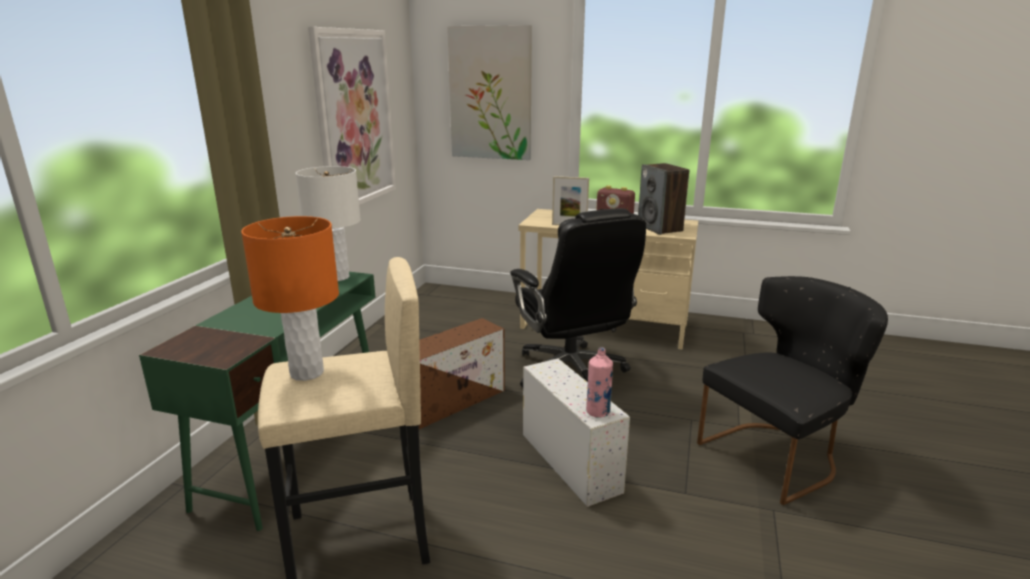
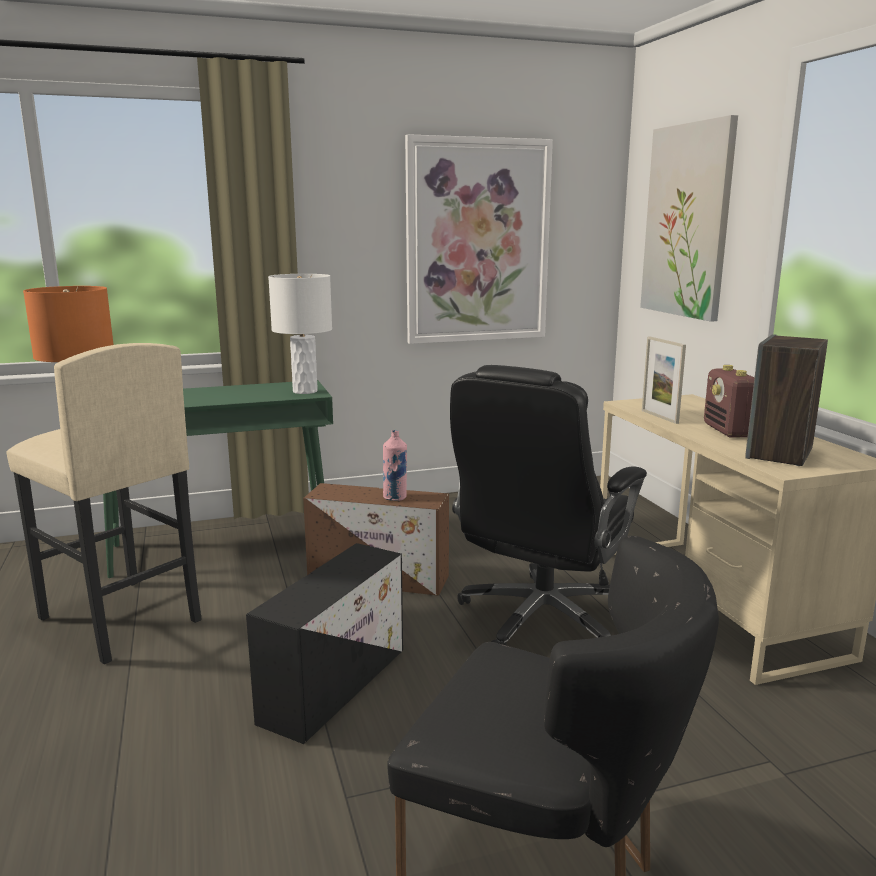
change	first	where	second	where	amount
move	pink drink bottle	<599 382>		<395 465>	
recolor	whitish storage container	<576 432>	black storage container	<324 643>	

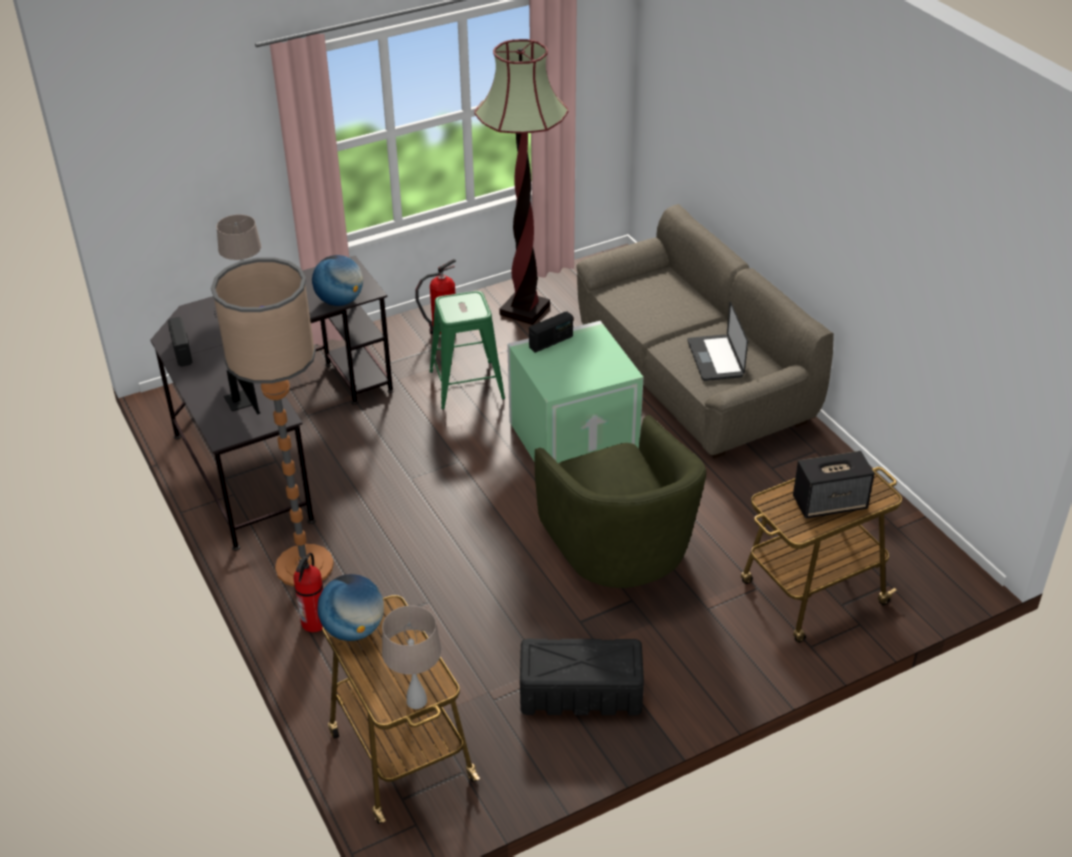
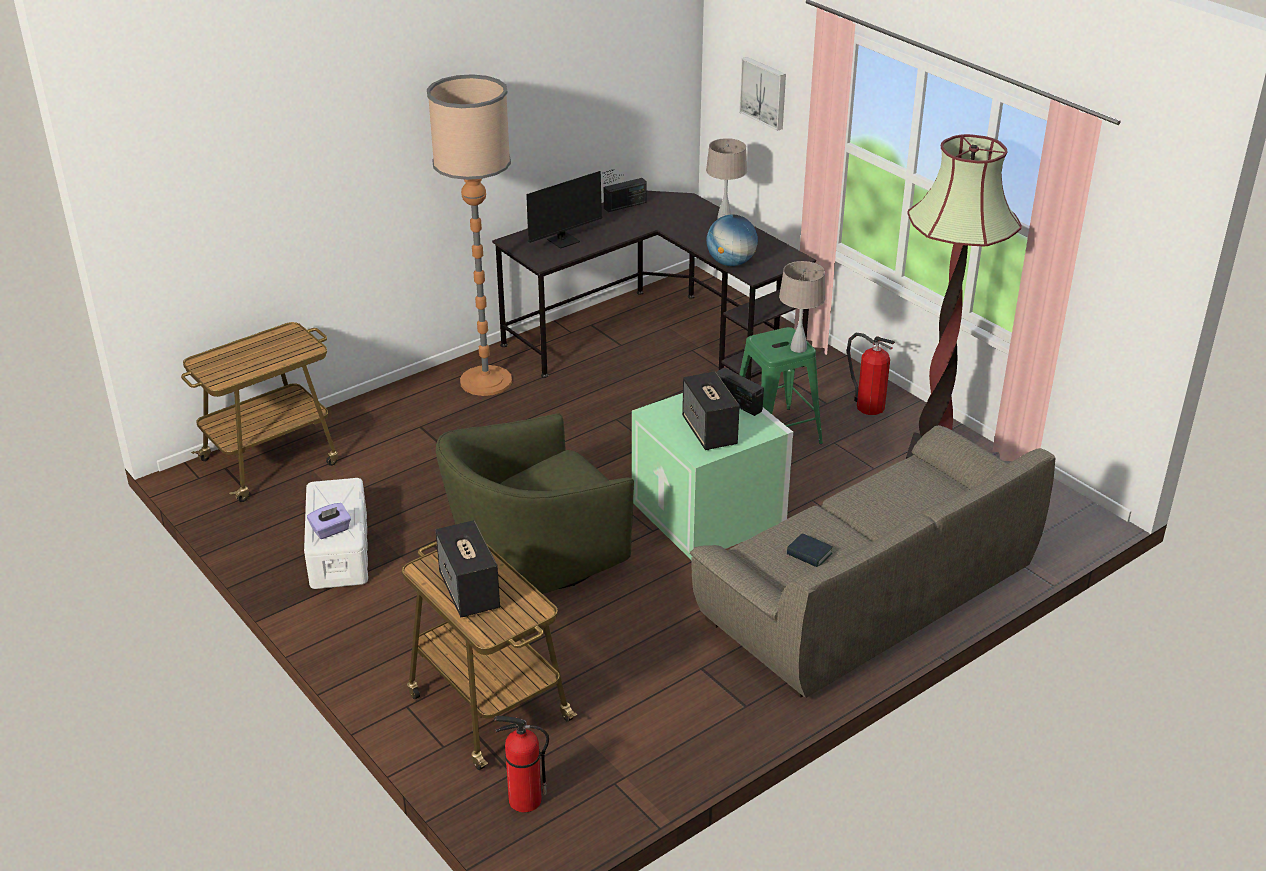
change	first	where	second	where	amount
replace	laptop	<717 341>	bound book	<810 550>	
move	fire extinguisher	<308 592>		<521 764>	
delete	globe	<350 607>			
move	beige lamp for a table	<412 657>		<802 307>	
recolor	black storage container	<582 677>	whitish storage container	<336 533>	
insert			picture	<762 94>	
insert			speaker	<711 410>	
insert			purplish box of tissues	<329 521>	

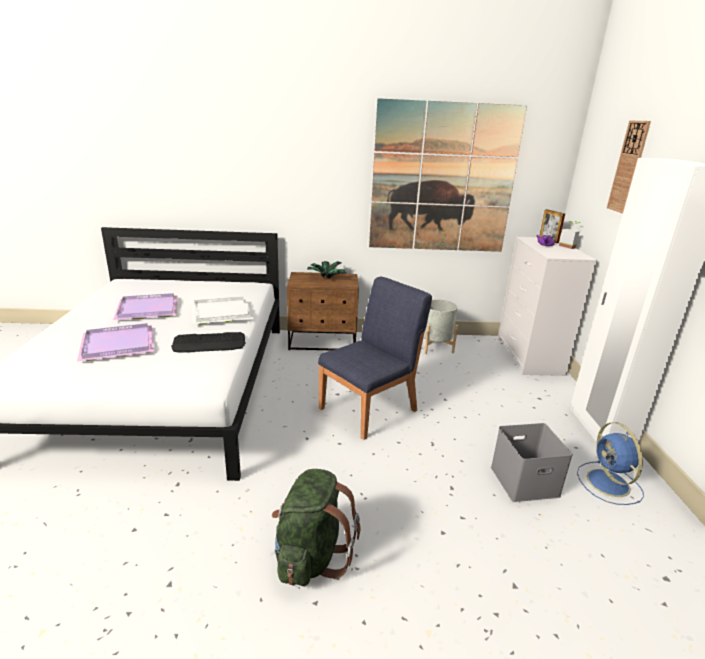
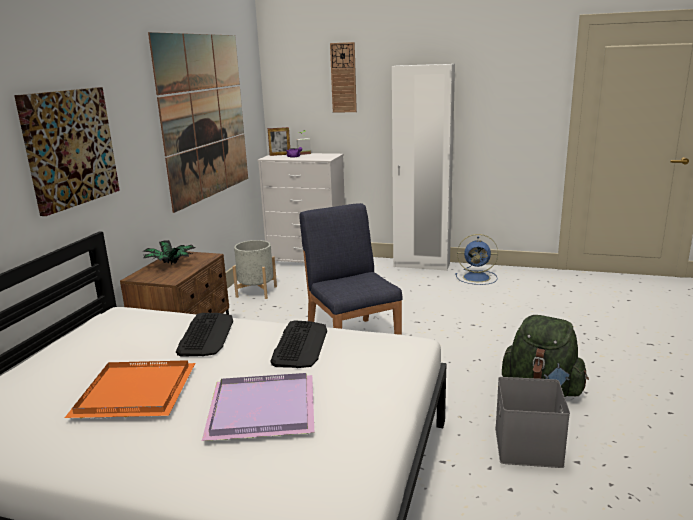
change	first	where	second	where	amount
recolor	purplish serving tray	<145 306>	orange-coloured serving tray	<130 389>	
replace	whitish serving tray	<222 311>	PC keyboard	<204 335>	
move	gray storage container	<532 462>		<532 422>	
insert			picture	<67 151>	

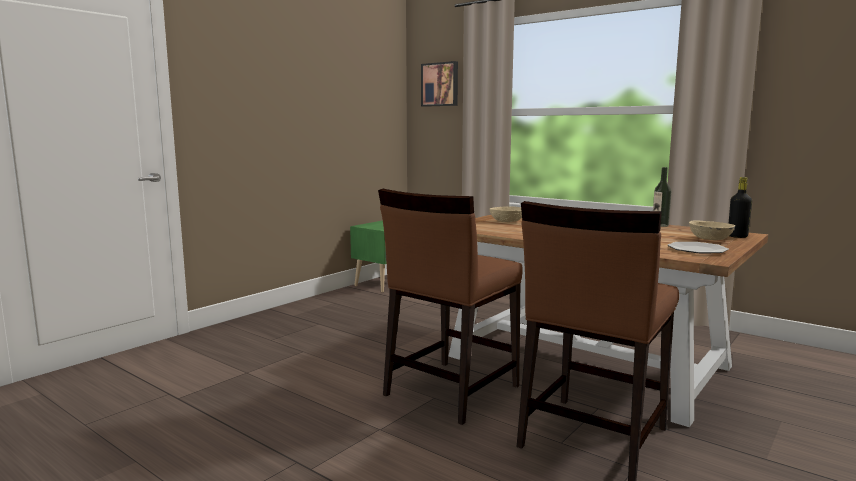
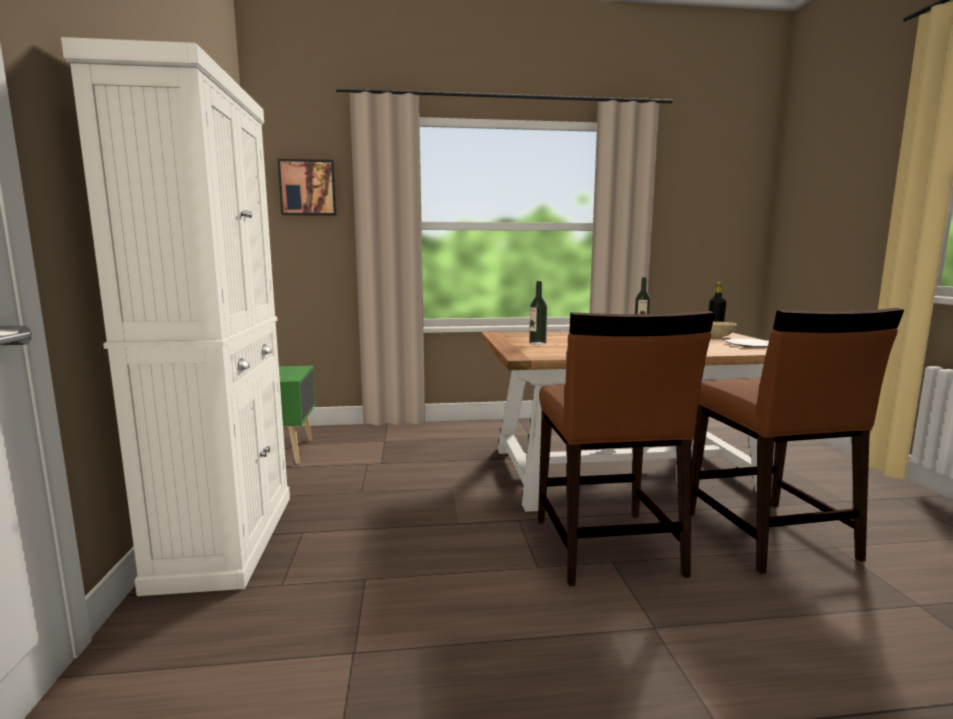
change	first	where	second	where	amount
replace	beige bowl	<505 214>	drink bottle	<538 313>	
insert			whitish storage cabinet	<175 316>	

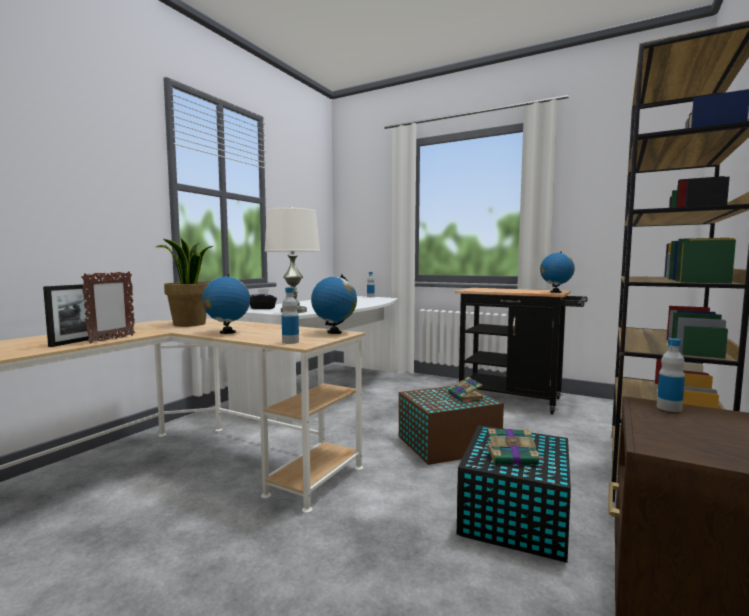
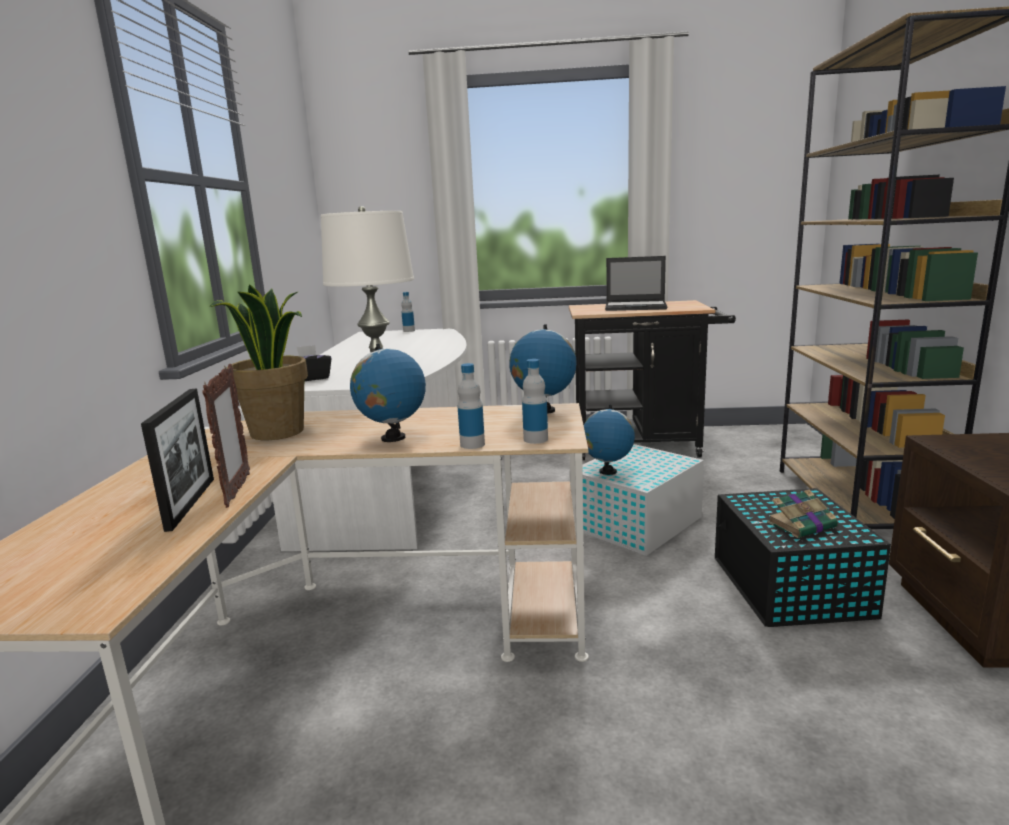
change	first	where	second	where	amount
move	globe	<557 272>		<609 440>	
move	drink bottle	<671 375>		<471 406>	
delete	bound book	<466 390>			
recolor	brown storage container	<451 425>	whitish storage container	<636 500>	
insert			laptop	<636 283>	

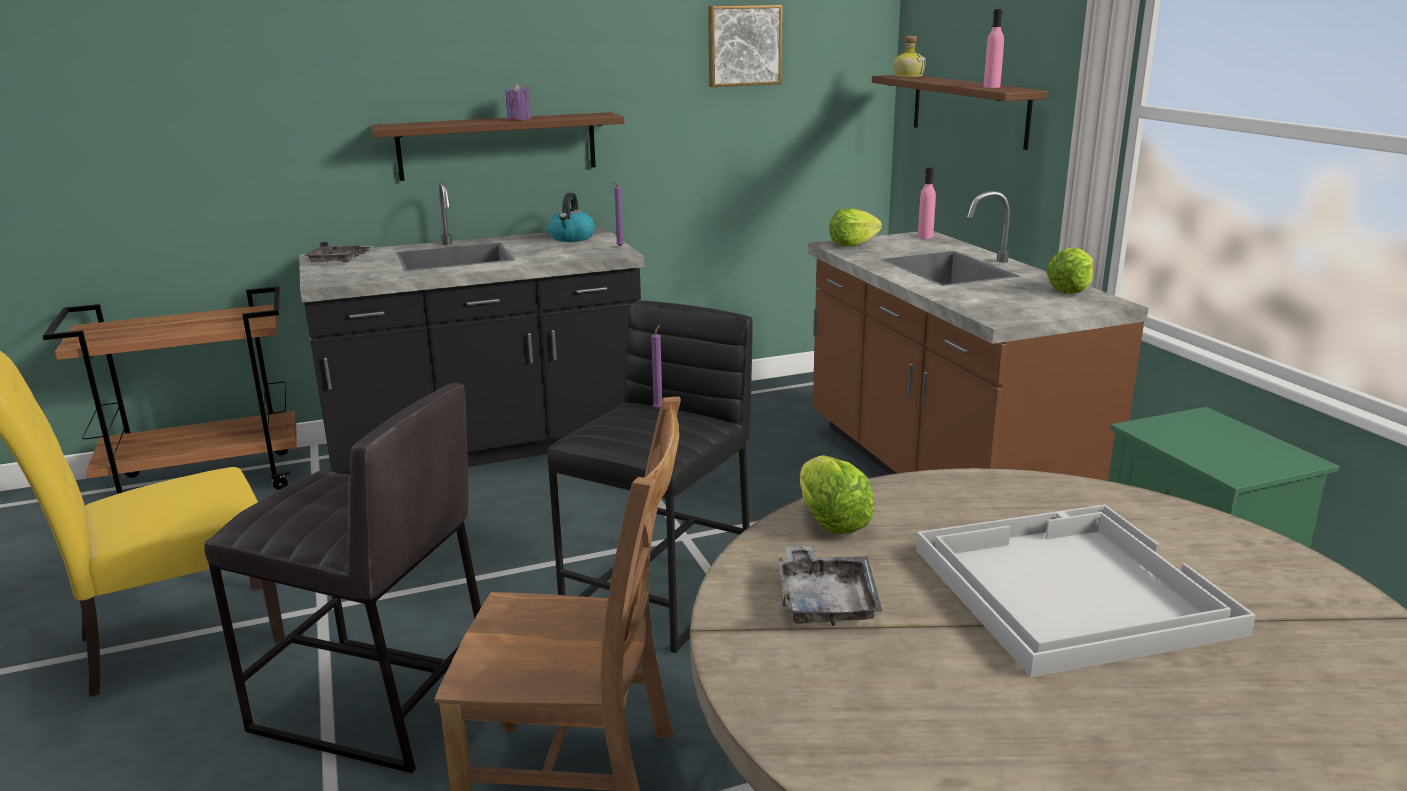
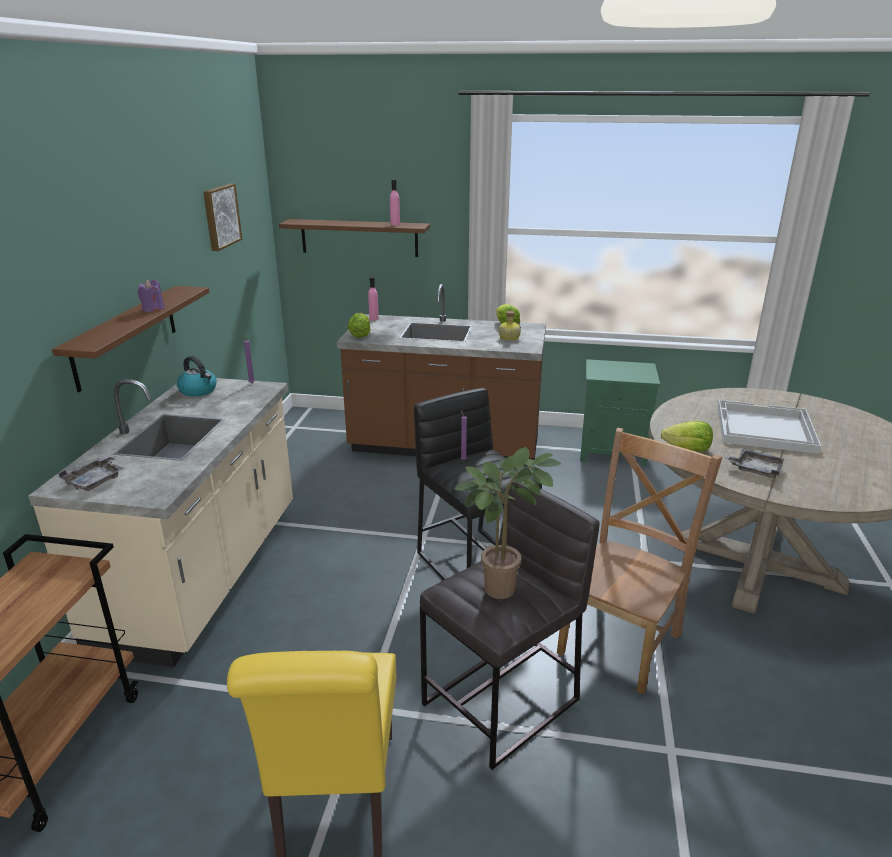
change	first	where	second	where	amount
move	drink bottle	<909 56>		<510 326>	
recolor	black counter	<471 328>	beige counter	<160 522>	
insert			potted plant	<508 523>	

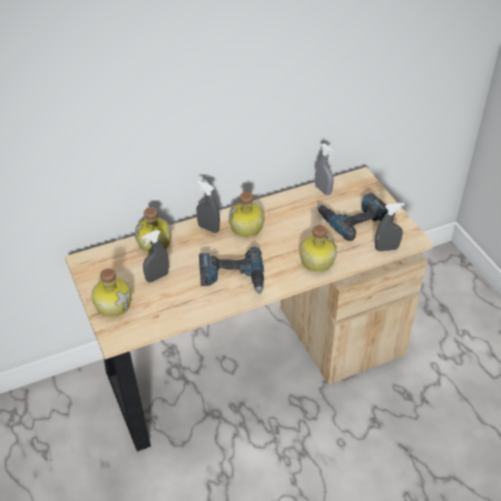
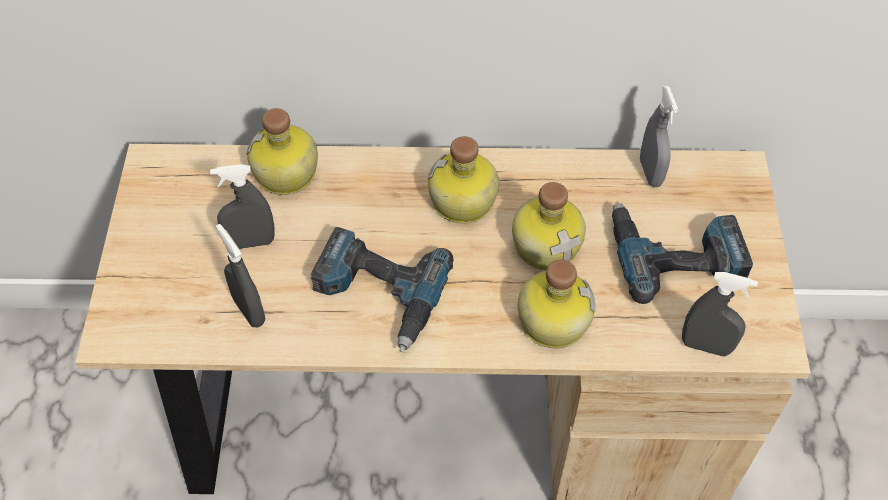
change	first	where	second	where	amount
move	gray spray bottle	<208 207>		<240 275>	
move	drink bottle	<112 292>		<549 226>	

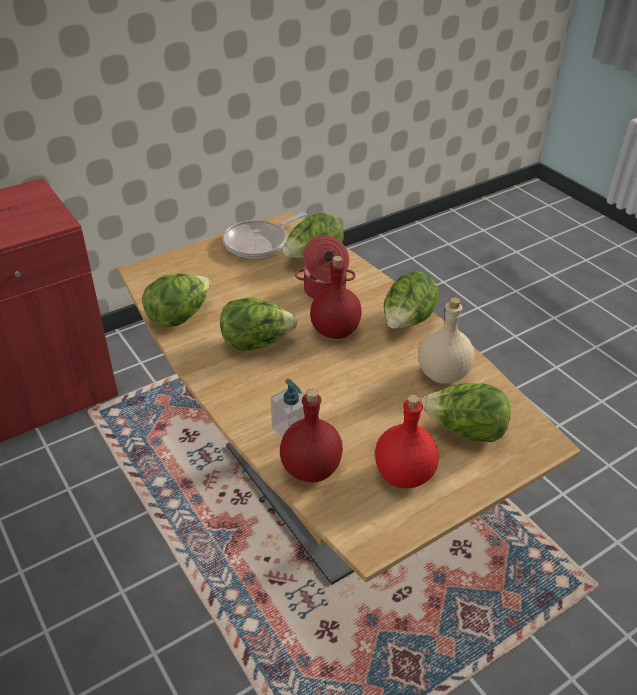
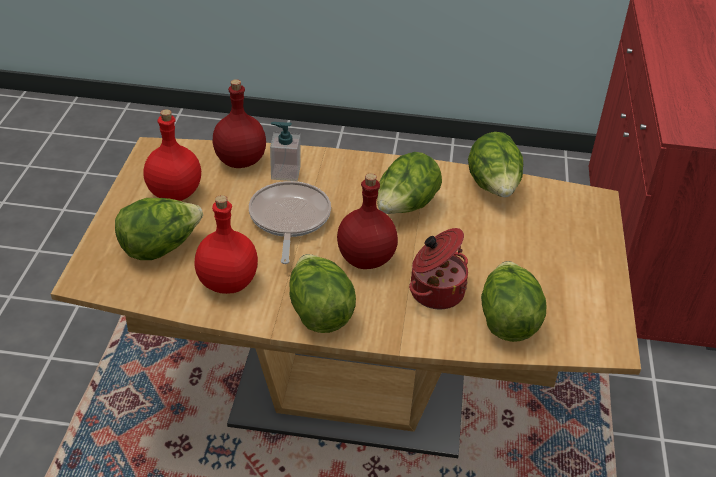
change	first	where	second	where	amount
move	frying pan	<265 235>		<290 222>	
recolor	beige drink bottle	<446 340>	reddish drink bottle	<226 244>	

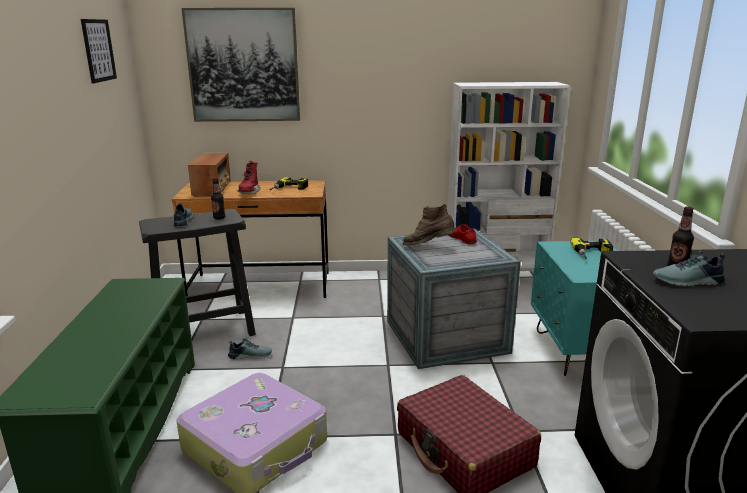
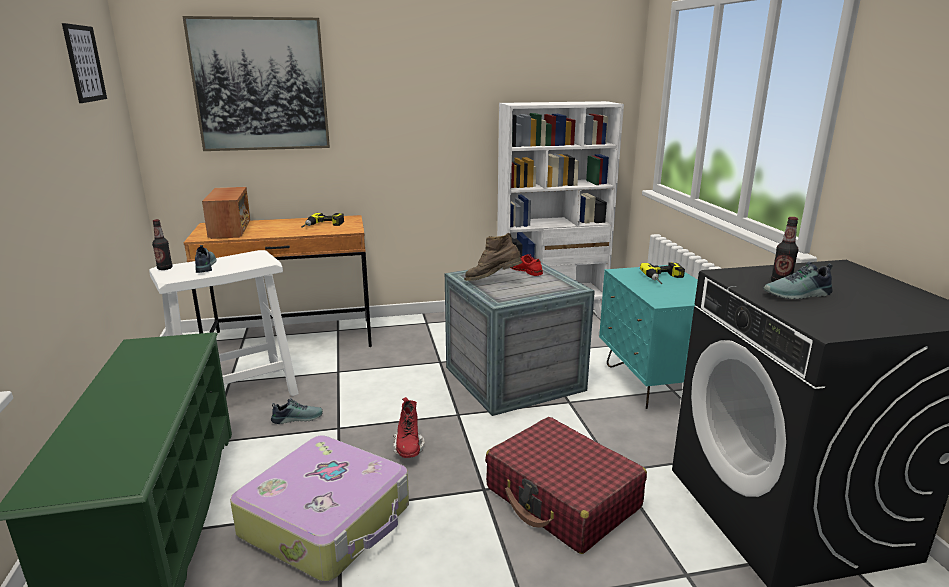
change	first	where	second	where	amount
move	reddish boot	<248 177>		<409 427>	
move	drink bottle	<218 198>		<162 244>	
recolor	black stool seat	<197 272>	whitish stool seat	<224 323>	

